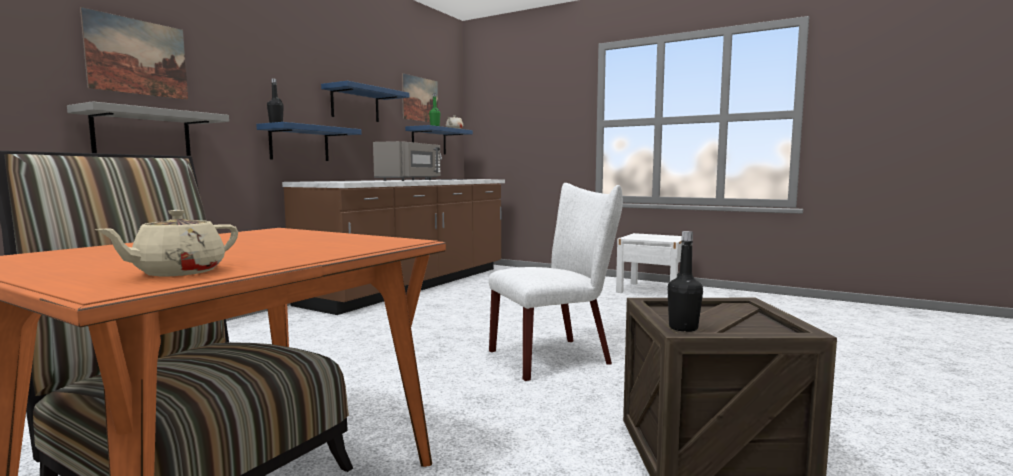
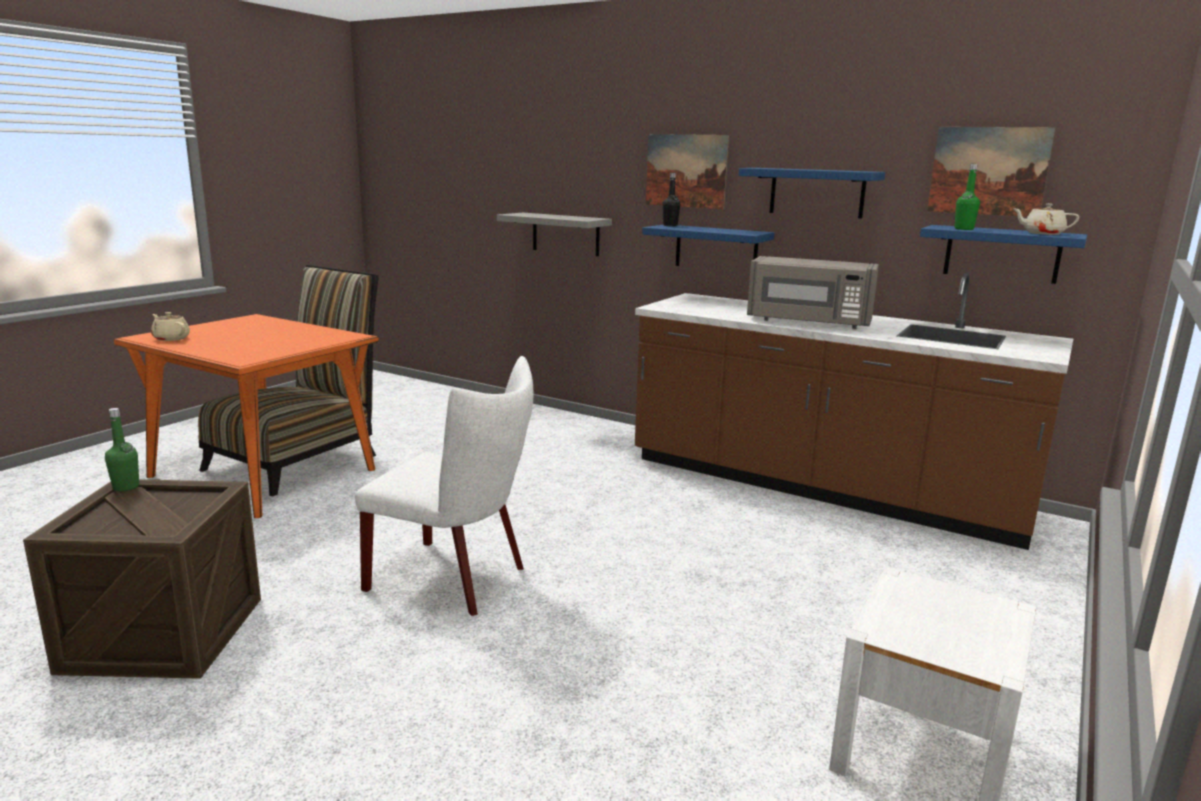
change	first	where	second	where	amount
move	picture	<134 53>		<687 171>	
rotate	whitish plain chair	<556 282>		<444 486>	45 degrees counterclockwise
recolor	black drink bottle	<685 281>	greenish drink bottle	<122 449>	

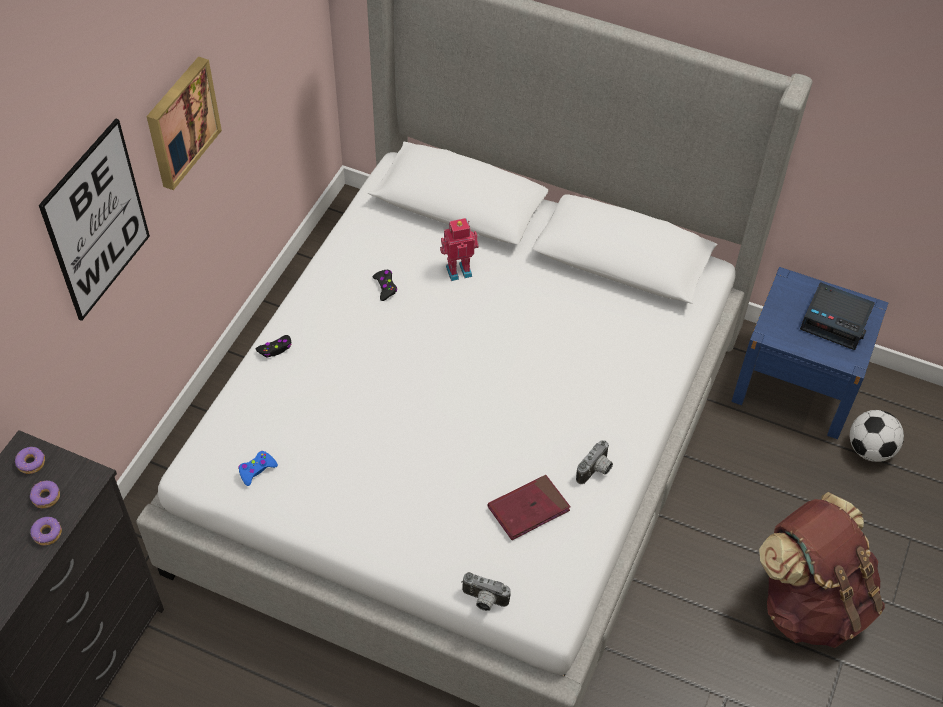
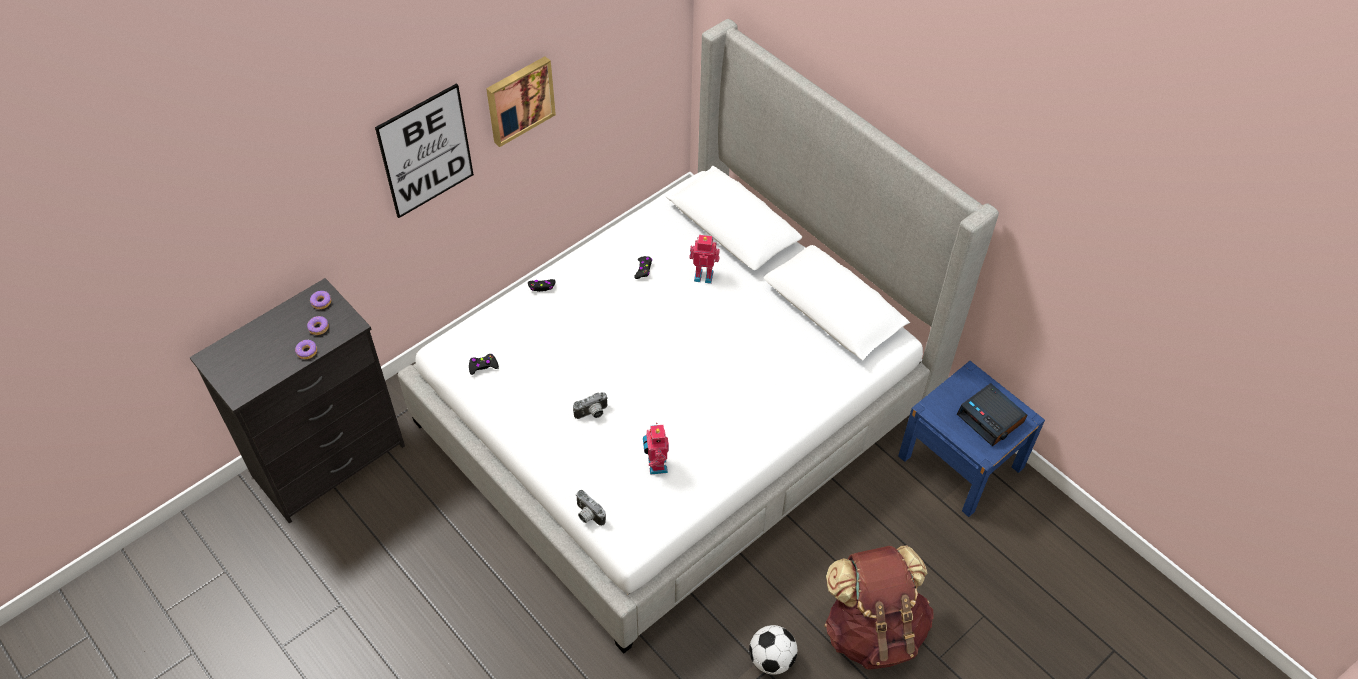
change	first	where	second	where	amount
move	football	<877 436>		<773 650>	
move	photo camera	<594 462>		<590 405>	
recolor	blue-coloured joypad	<258 468>	black joypad	<484 364>	
replace	reddish bound book	<529 507>	toy robot	<656 449>	

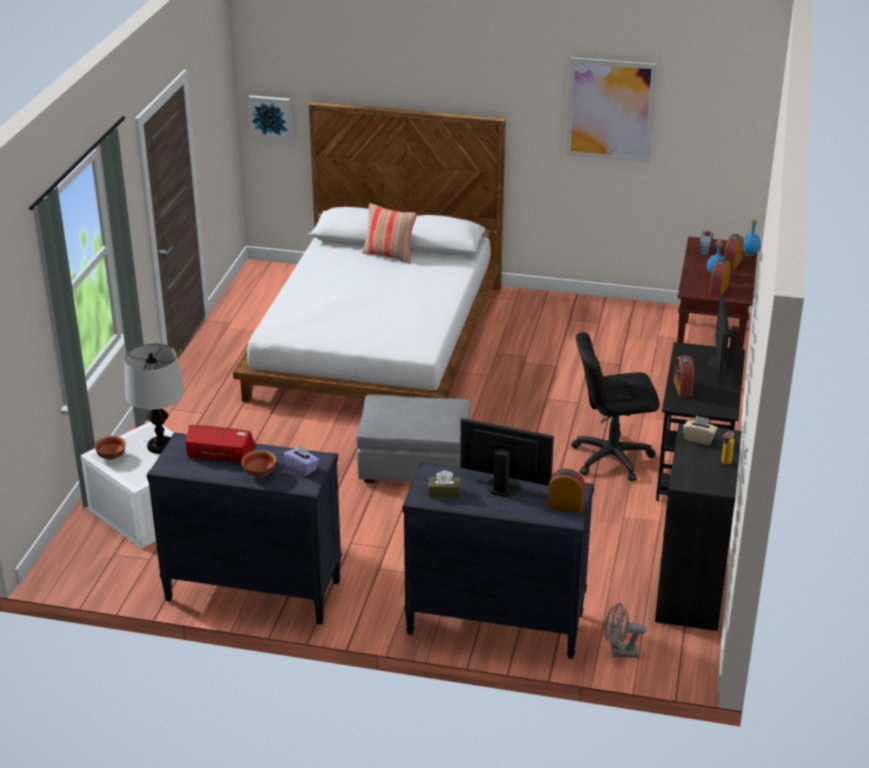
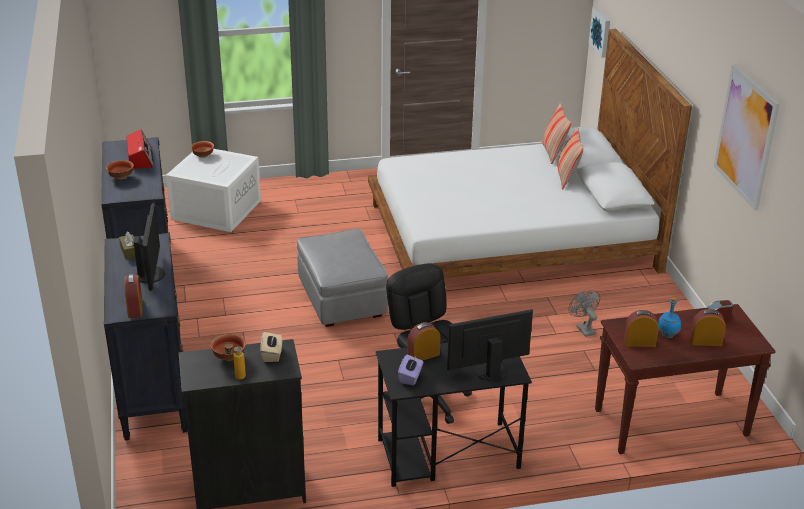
change	first	where	second	where	amount
delete	blue-coloured drink bottle	<752 238>			
delete	lamp for a table	<155 399>			
move	purplish box of tissues	<301 460>		<410 370>	
move	gray cooling fan	<626 630>		<584 313>	
insert			throw pillow	<556 133>	
insert			bowl	<228 347>	

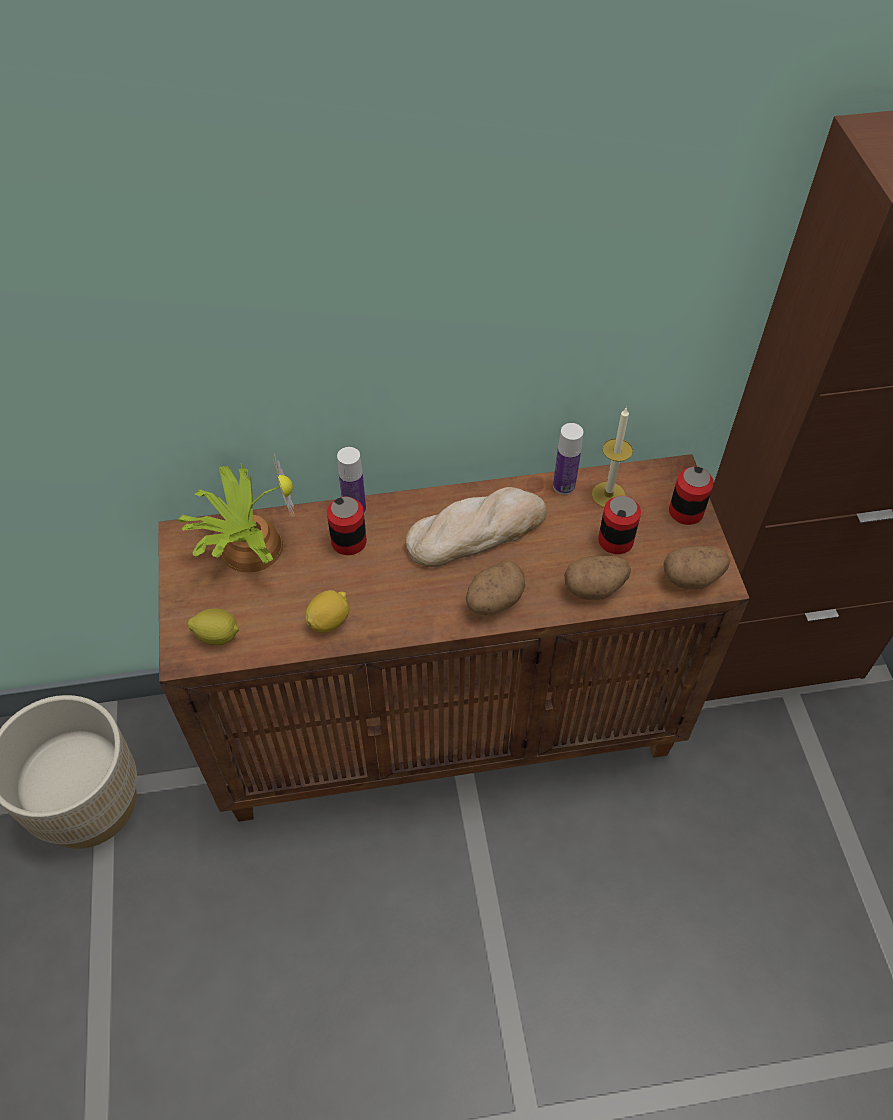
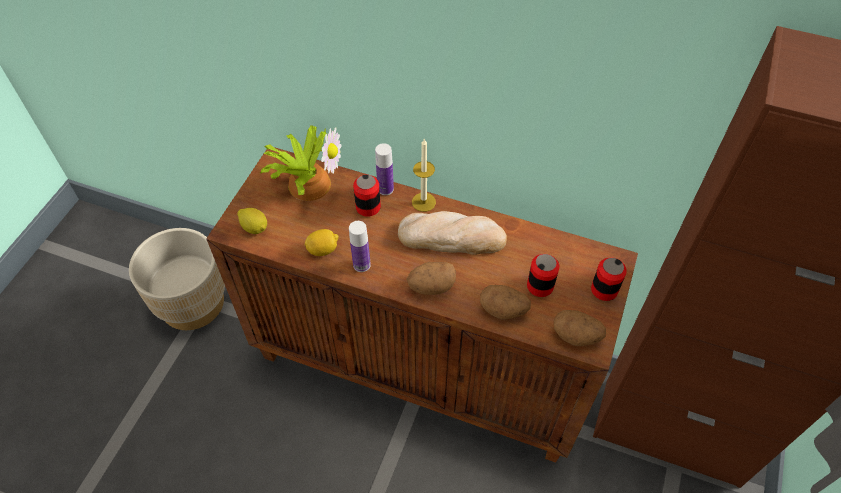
change	first	where	second	where	amount
move	wax light	<612 457>		<424 175>	
move	drink bottle	<568 459>		<360 246>	

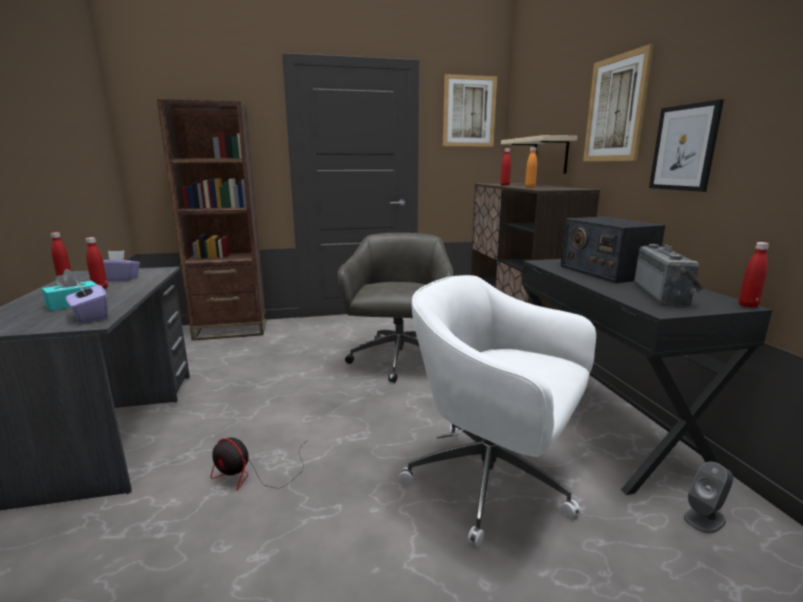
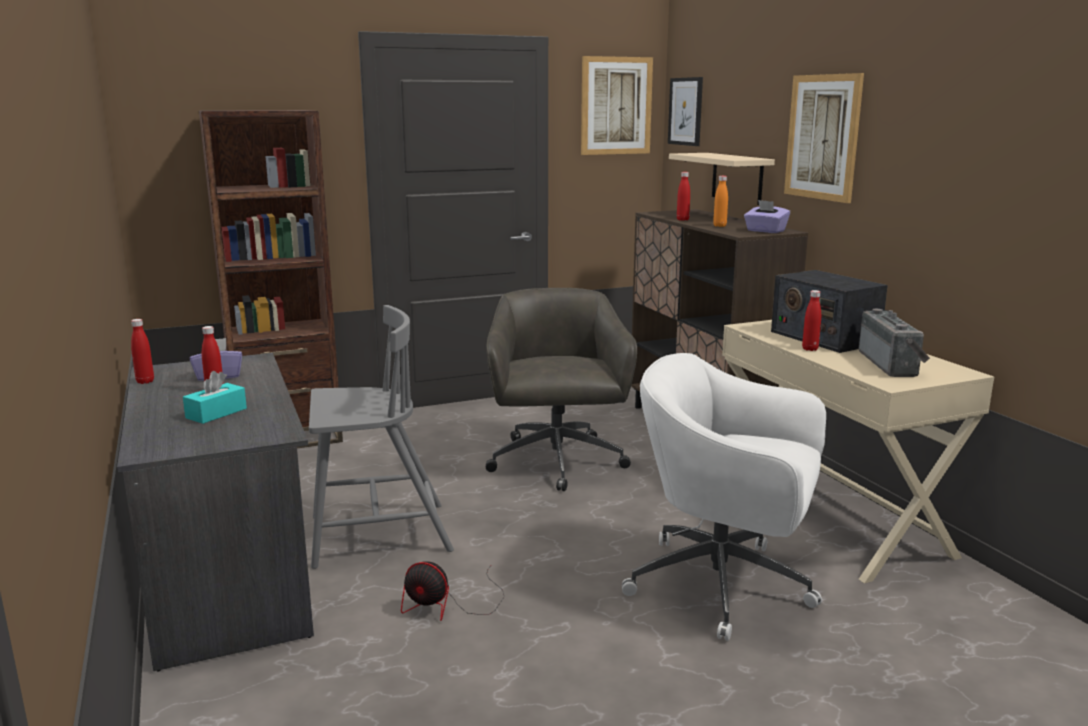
change	first	where	second	where	amount
move	picture	<686 145>		<685 111>	
move	reddish drink bottle	<754 275>		<811 320>	
recolor	black desk unit	<647 377>	beige desk unit	<858 451>	
move	purplish box of tissues	<87 301>		<767 216>	
delete	gray speaker	<708 498>			
insert			gray plain chair	<381 437>	

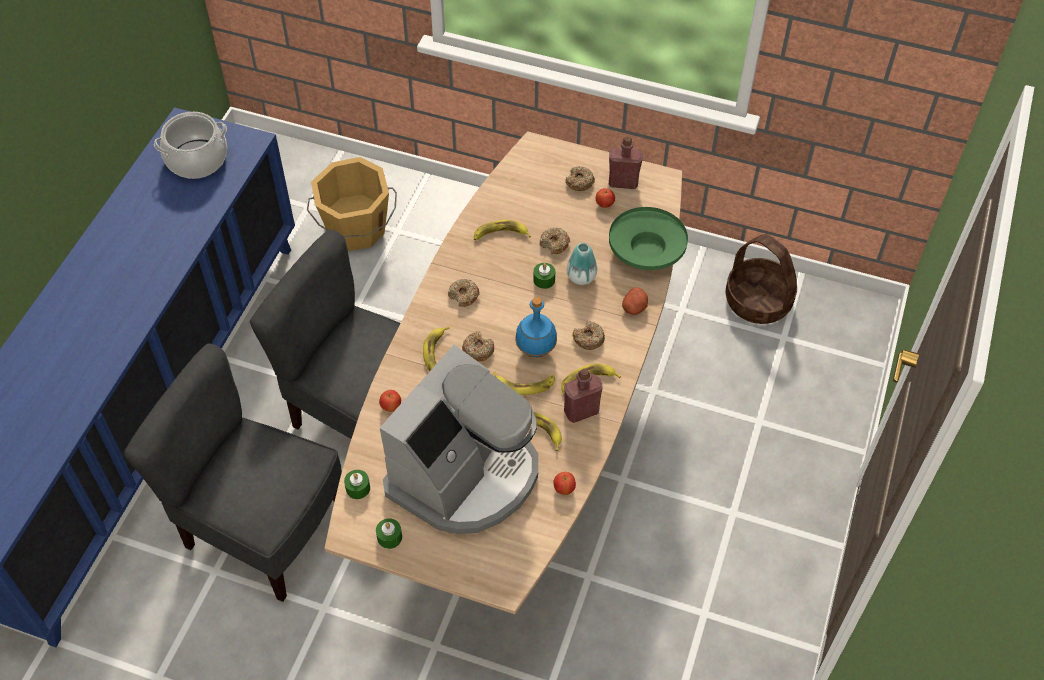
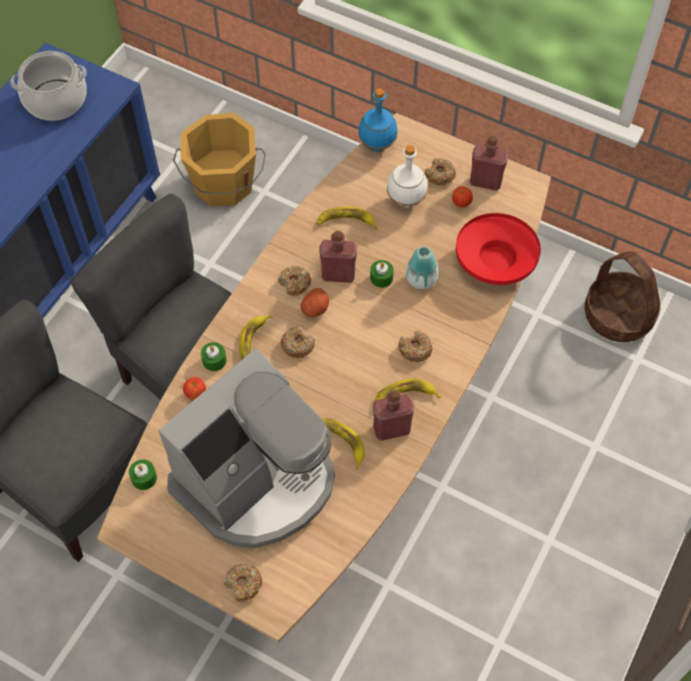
change	first	where	second	where	amount
recolor	greenish bowl	<648 238>	reddish bowl	<498 249>	
move	doughnut	<555 240>		<243 583>	
move	spud	<635 301>		<315 302>	
move	blue-coloured drink bottle	<536 327>		<378 120>	
delete	whole banana	<524 383>			
delete	whole apple	<564 483>			
move	greenish wax light	<389 533>		<214 356>	
insert			whitish drink bottle	<407 176>	
insert			reddish drink bottle	<338 257>	

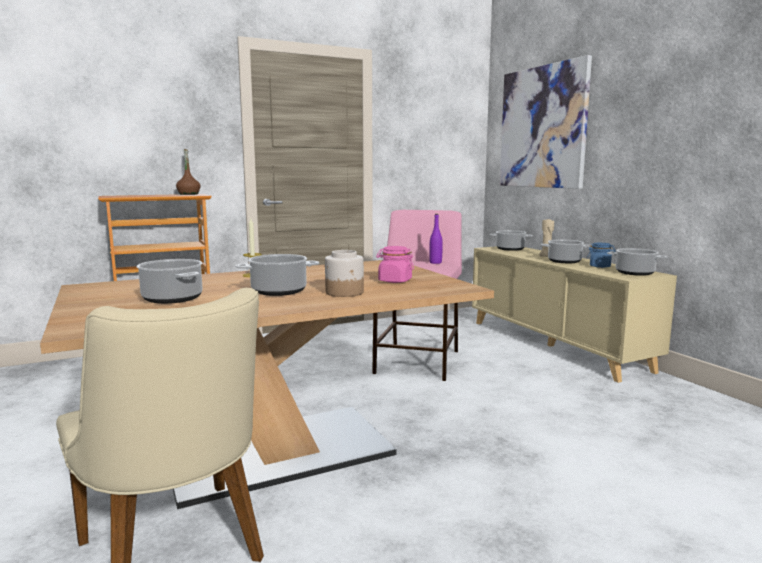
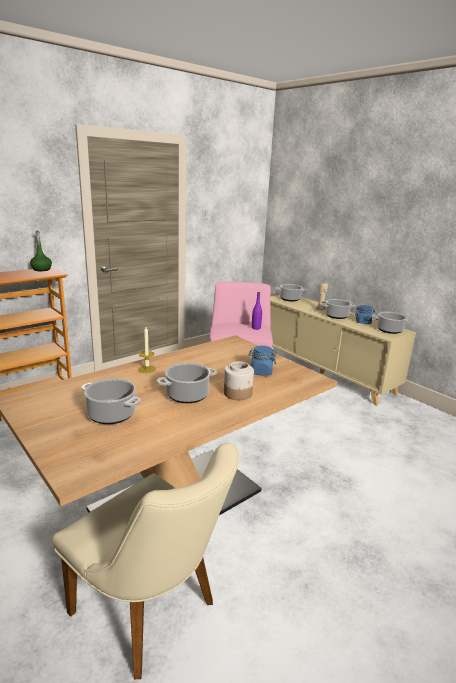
change	first	where	second	where	amount
delete	picture	<546 122>			
recolor	brown drink bottle	<188 172>	greenish drink bottle	<41 250>	
recolor	pink storage jar	<395 264>	blue-coloured storage jar	<262 361>	

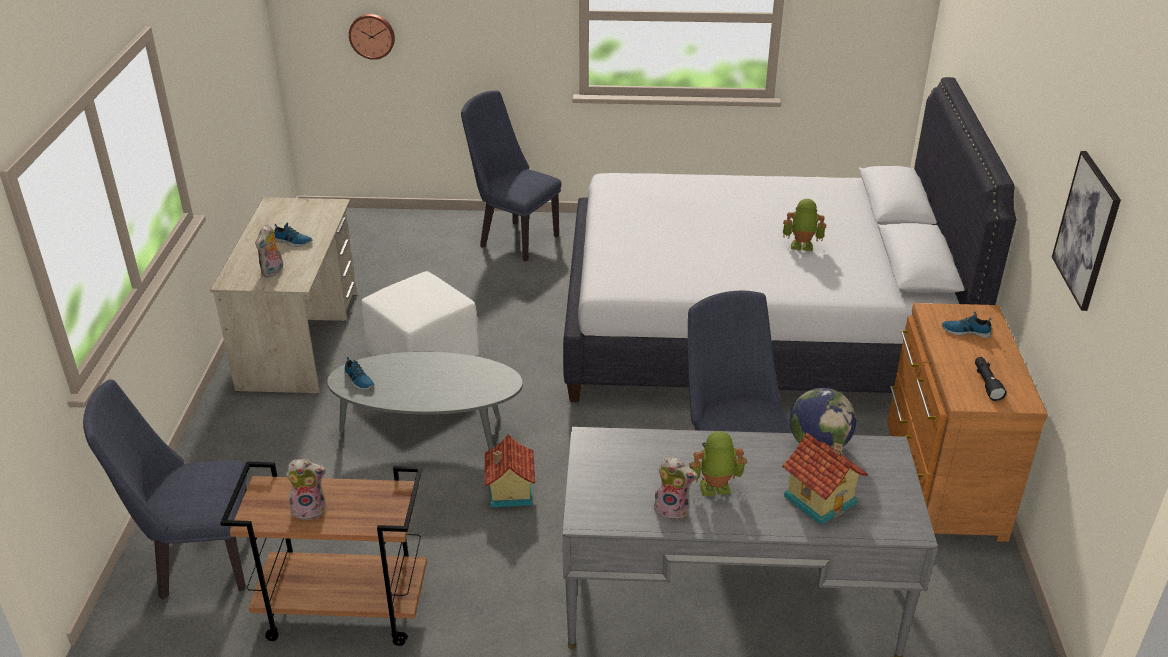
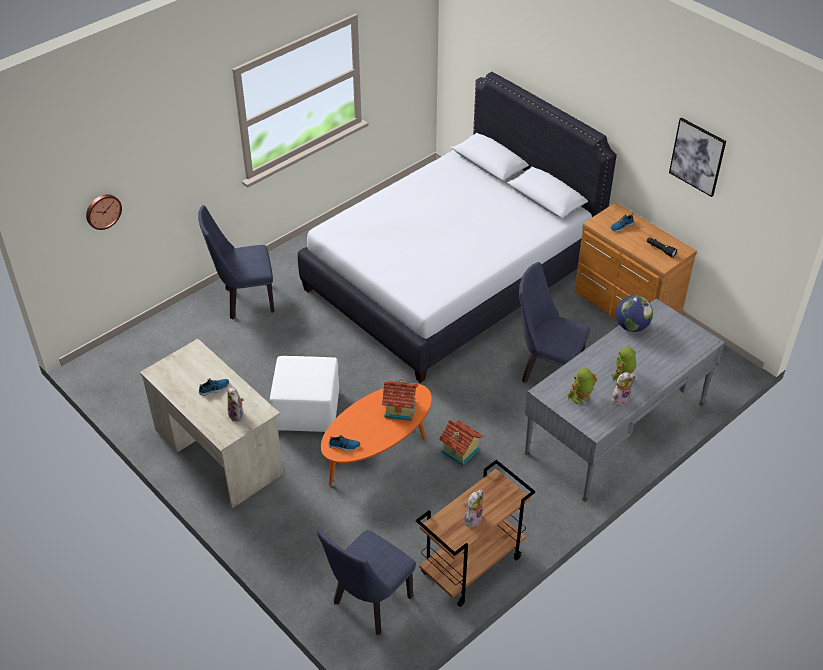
change	first	where	second	where	amount
move	toy robot	<804 225>		<582 386>	
recolor	gray low table	<425 401>	orange-coloured low table	<376 434>	
move	model house	<825 479>		<400 399>	

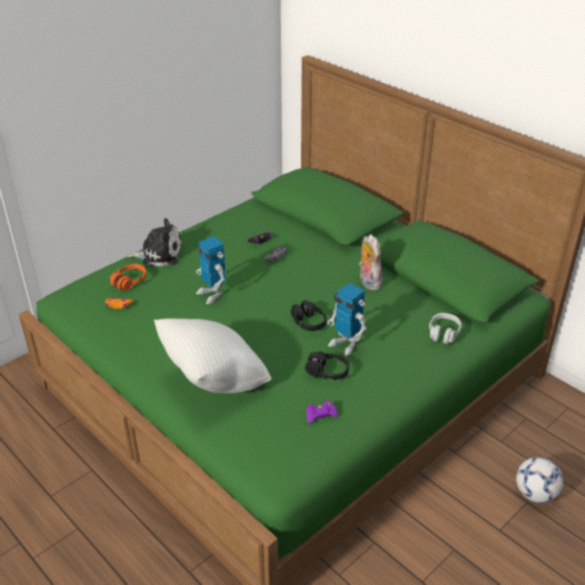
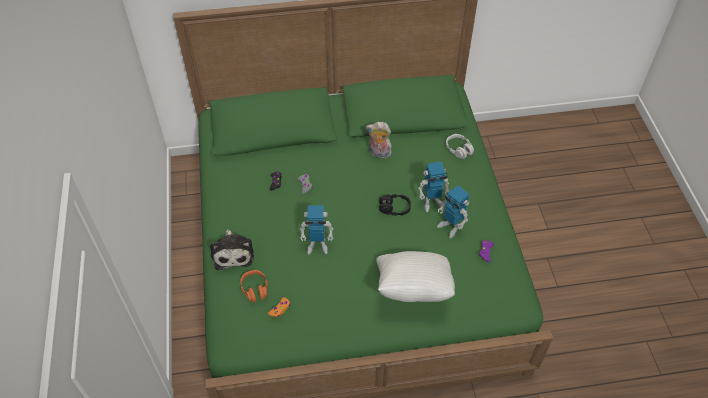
change	first	where	second	where	amount
rotate	soft toy	<154 242>		<232 249>	135 degrees clockwise
replace	black pair of headphones	<327 365>	toy robot	<453 211>	
delete	football	<539 480>			

